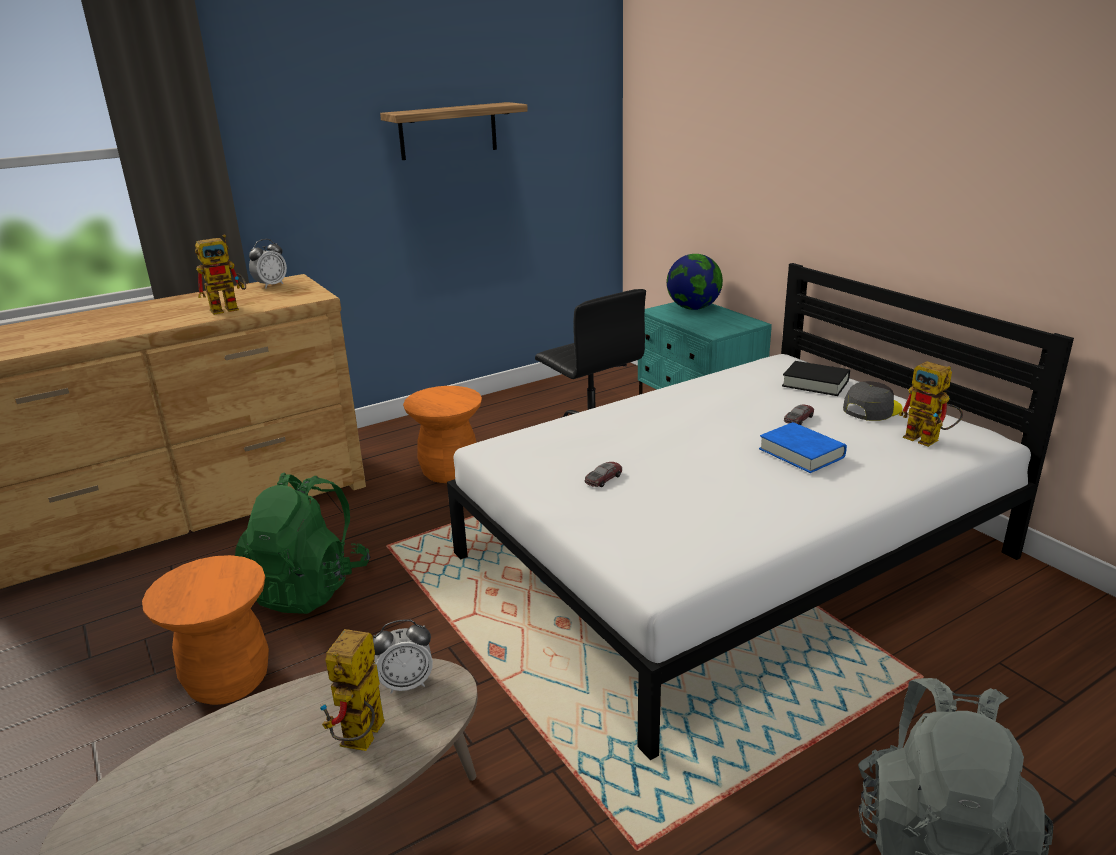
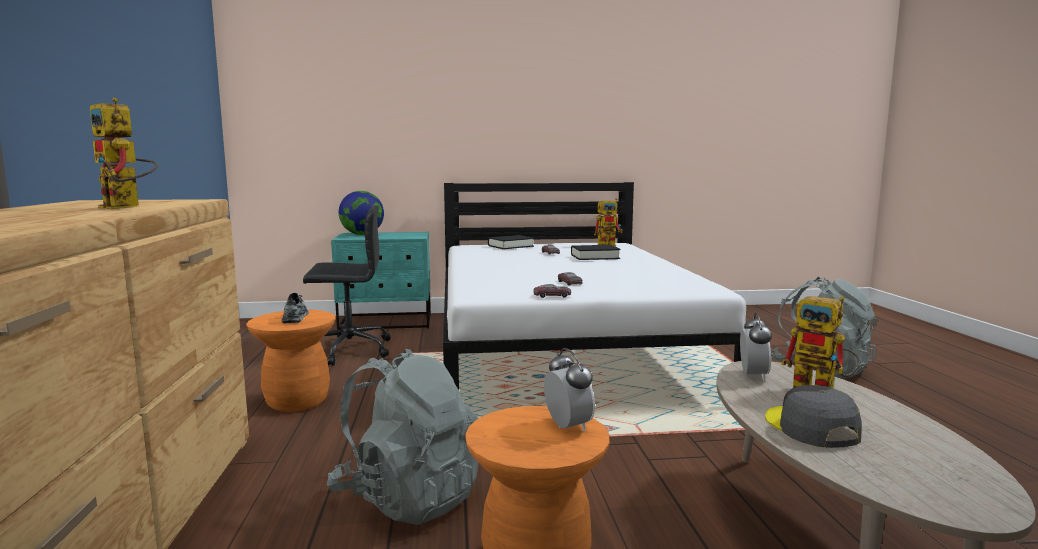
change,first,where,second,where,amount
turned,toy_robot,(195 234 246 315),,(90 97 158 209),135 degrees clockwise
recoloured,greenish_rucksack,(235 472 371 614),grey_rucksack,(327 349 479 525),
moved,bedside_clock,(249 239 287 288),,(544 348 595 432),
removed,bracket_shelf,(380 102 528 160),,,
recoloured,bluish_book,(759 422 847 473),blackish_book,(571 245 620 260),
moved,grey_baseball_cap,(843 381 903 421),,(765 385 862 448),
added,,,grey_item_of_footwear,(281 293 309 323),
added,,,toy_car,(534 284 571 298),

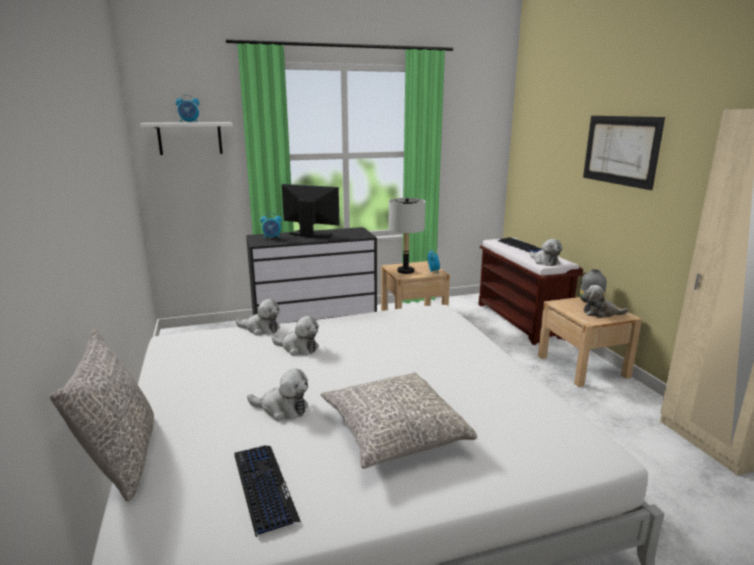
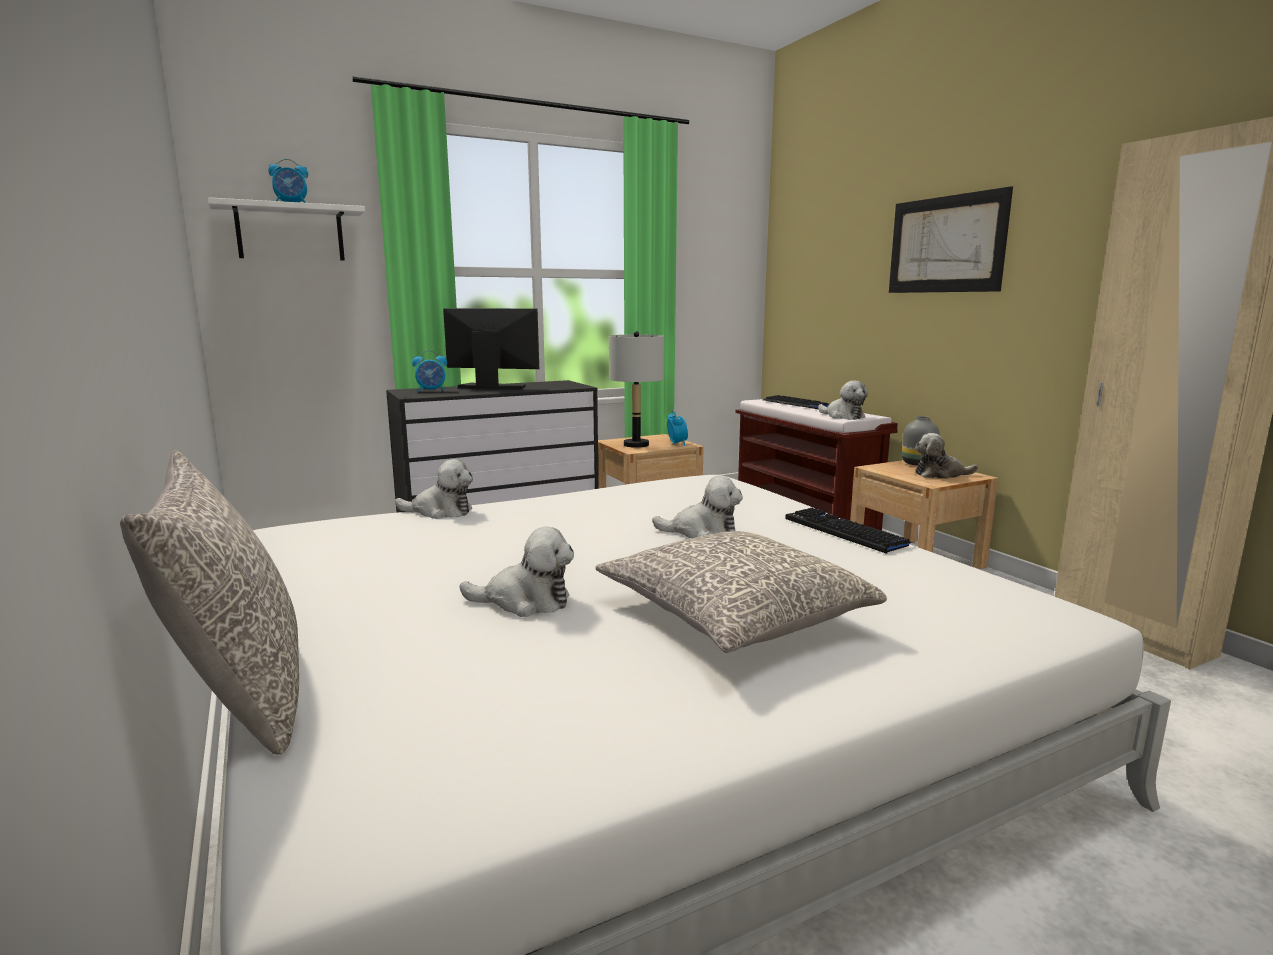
change,first,where,second,where,amount
moved,PC_keyboard,(235 445 301 537),,(785 508 916 554),
moved,plush_toy,(272 316 319 356),,(652 475 743 538),

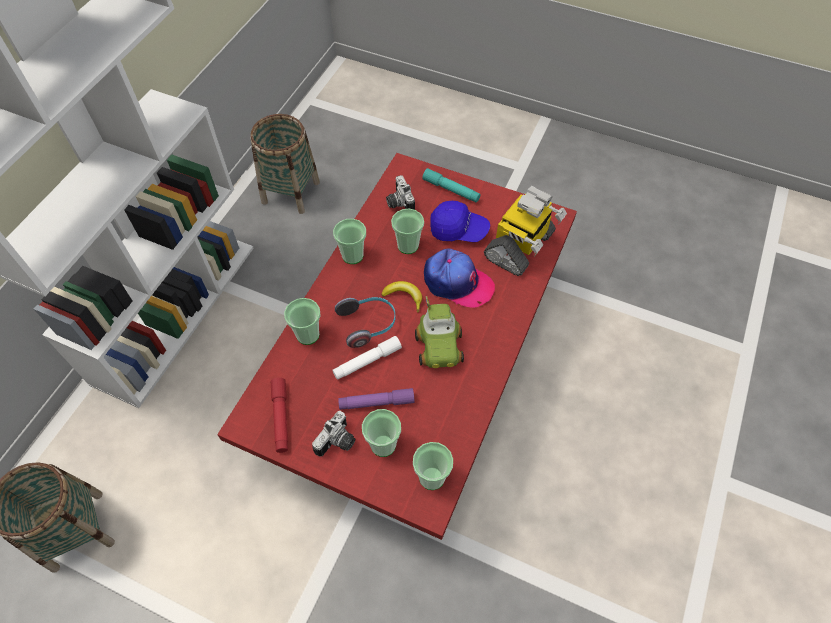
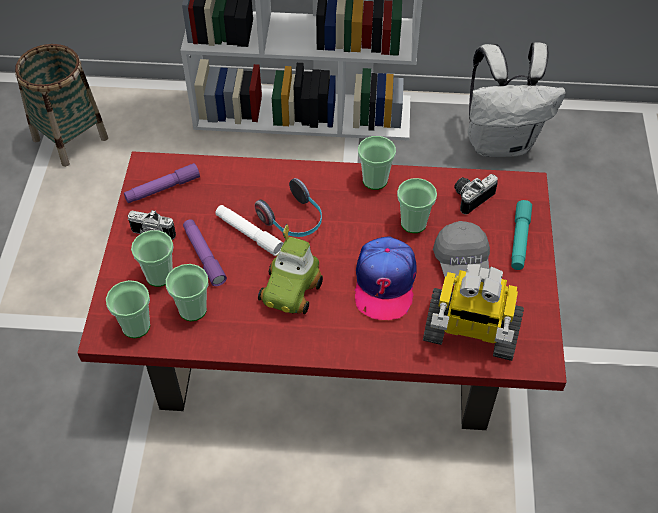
change,first,where,second,where,amount
replaced,basket,(250 114 320 214),white-coloured_rucksack,(467 42 566 157),
recoloured,red-coloured_torch,(271 378 288 453),purple_torch,(124 163 200 203),
moved,drinking_cup,(284 298 321 345),,(166 264 208 321),
removed,whole_banana,(381 281 422 312),,,
turned,toy_car,(415 296 464 368),,(258 224 323 314),45 degrees counterclockwise
recoloured,bluish_baseball_cap,(430 200 490 242),grey_baseball_cap,(433 221 490 285),

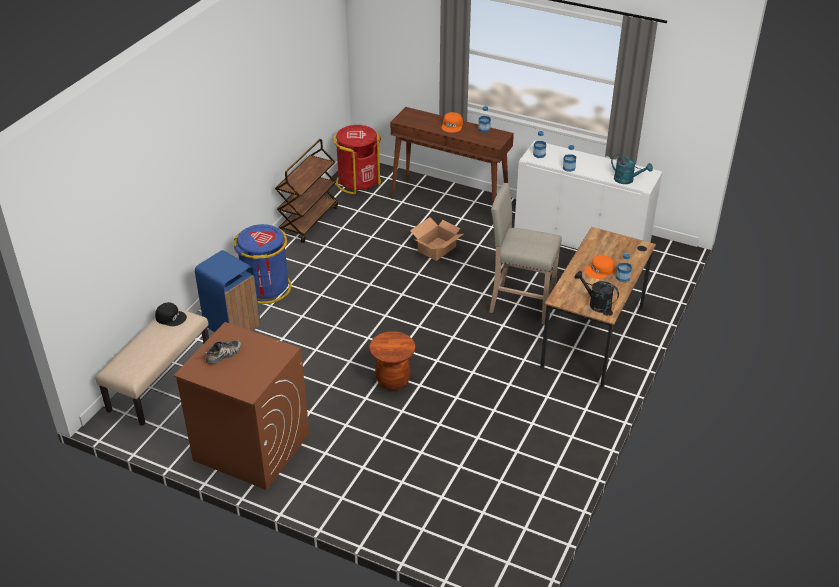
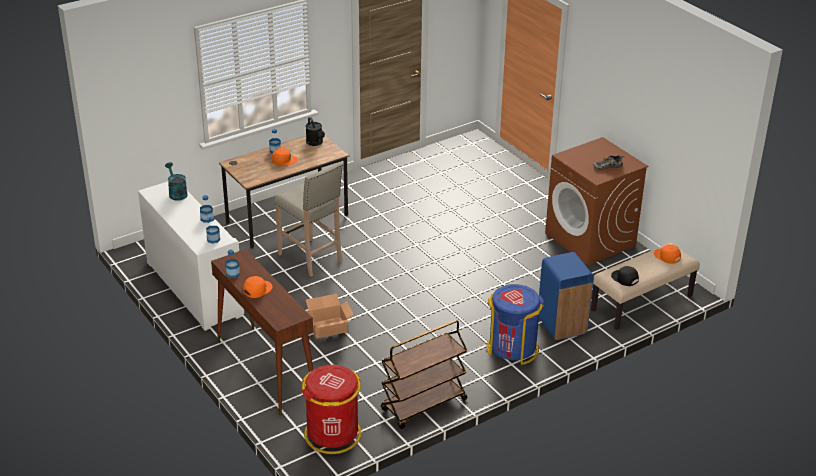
change,first,where,second,where,amount
removed,brownish_sitting_stool,(370 331 415 390),,,
added,,,orangey_baseball_cap,(654 244 681 264),

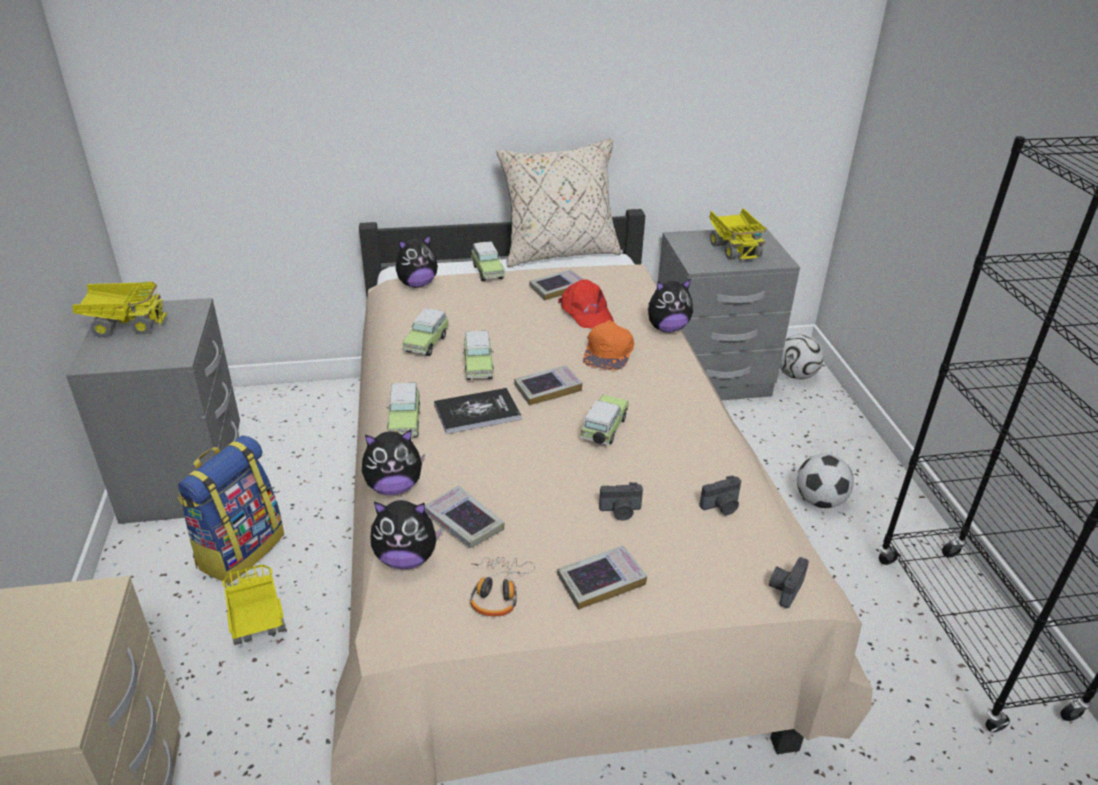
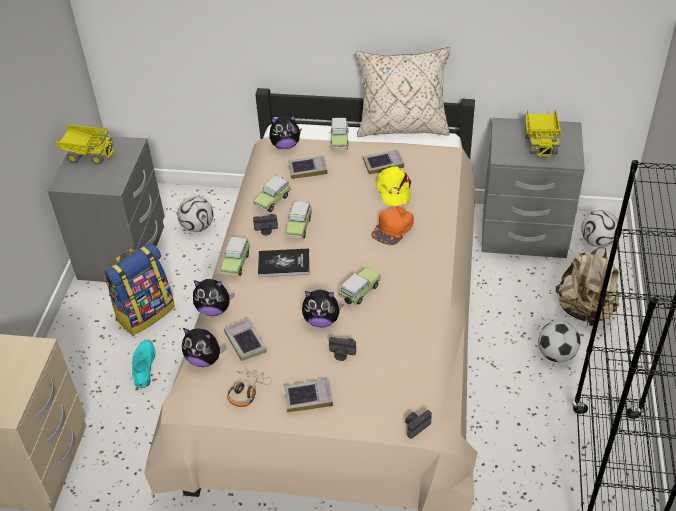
change,first,where,second,where,amount
replaced,model_truck,(222 564 286 645),turquoise_item_of_footwear,(132 340 155 388),
moved,book,(514 365 583 406),,(288 156 328 179),
recoloured,red-coloured_baseball_cap,(558 279 614 328),yellowish_baseball_cap,(376 166 411 206),
moved,plush_toy,(648 278 693 333),,(302 290 343 328),
moved,photo_camera,(699 475 741 515),,(253 214 278 235),
added,,,football_ball,(177 196 213 232),
added,,,beige-coloured_rucksack,(556 247 619 326),

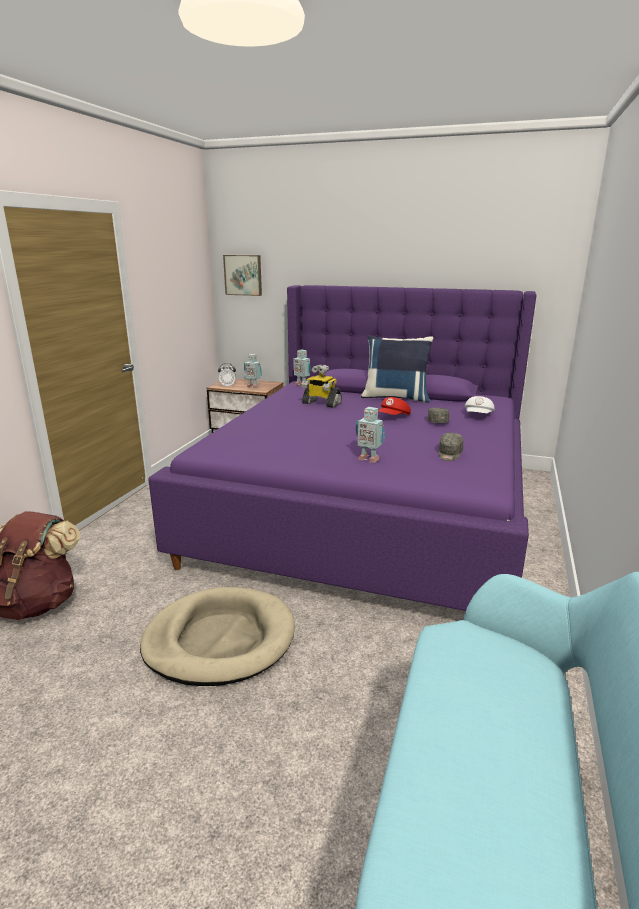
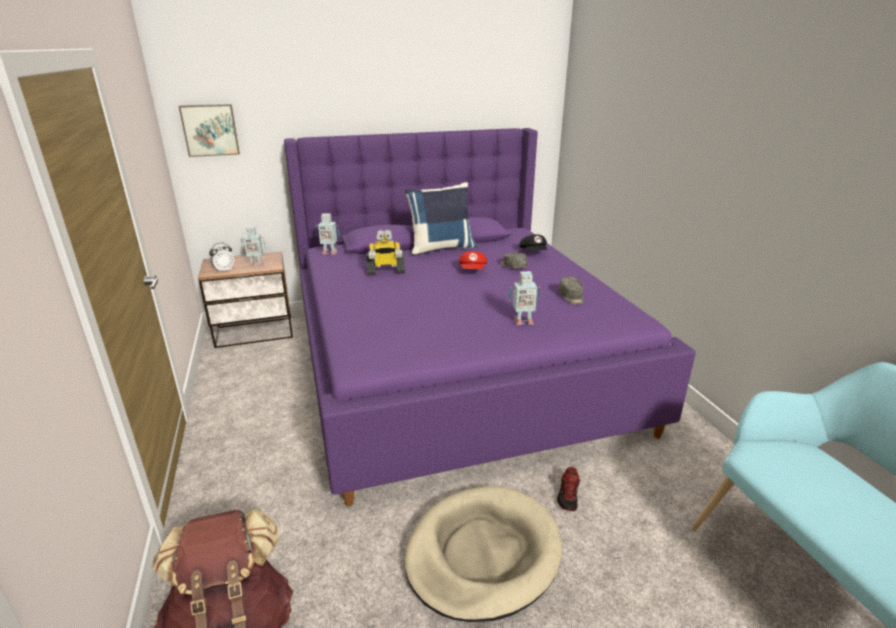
change,first,where,second,where,amount
recoloured,white-coloured_baseball_cap,(465 396 495 414),blackish_baseball_cap,(519 234 547 251),
added,,,item_of_footwear,(557 467 580 511),

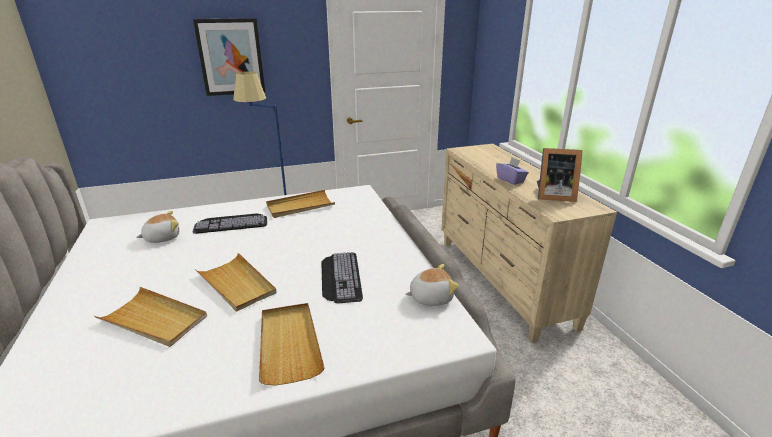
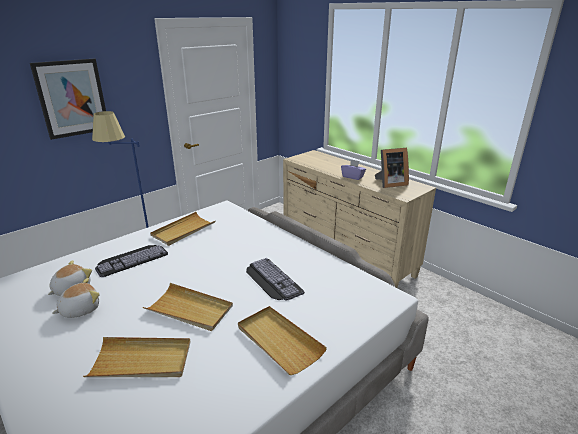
change,first,where,second,where,amount
moved,plush_toy,(405 264 459 306),,(52 278 100 318),

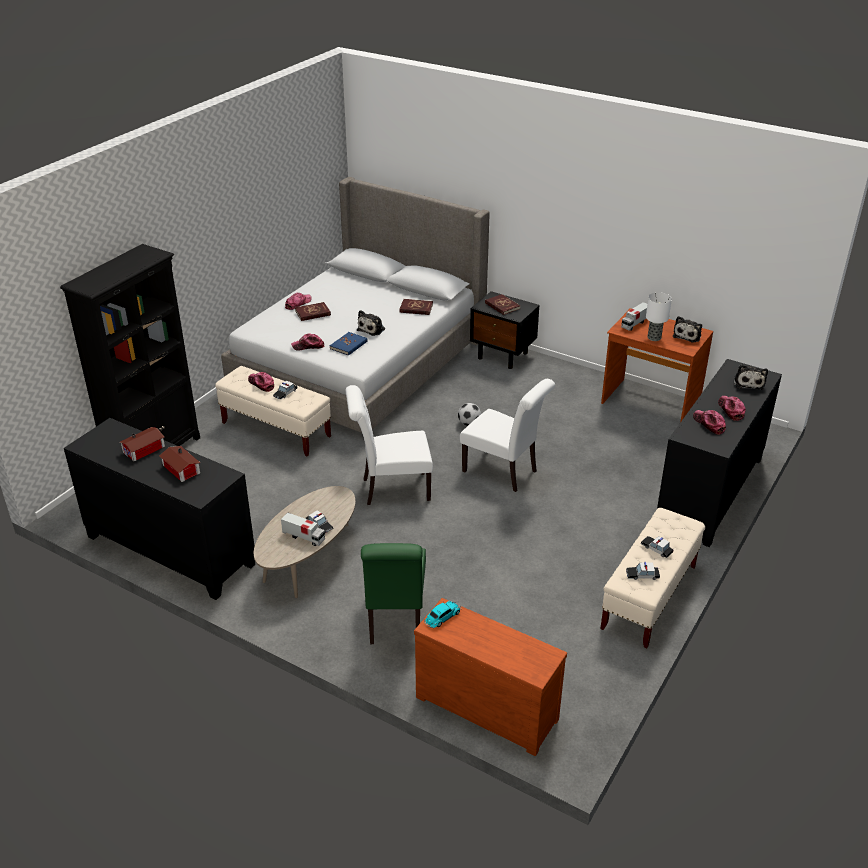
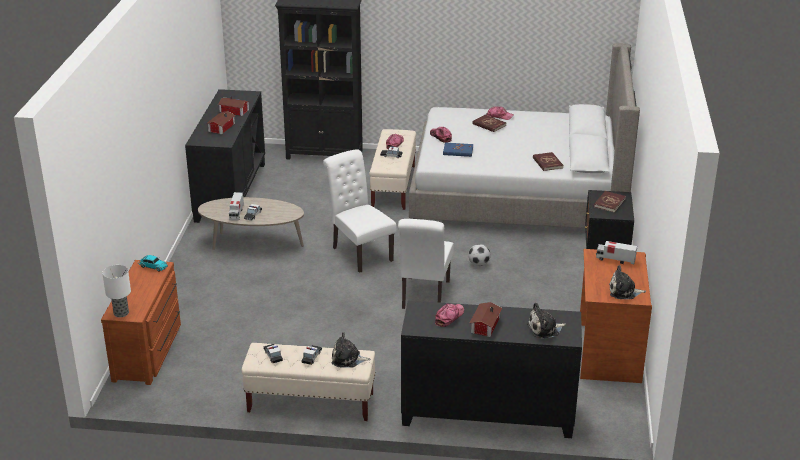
change,first,where,second,where,amount
moved,plush_toy,(357 310 385 336),,(332 332 370 368),
removed,greenish_plain_chair,(361 543 426 644),,,
moved,lamp_for_a_table,(646 292 672 341),,(102 265 131 317),
replaced,baseball_cap,(718 396 746 421),miniature_house,(470 302 502 337),

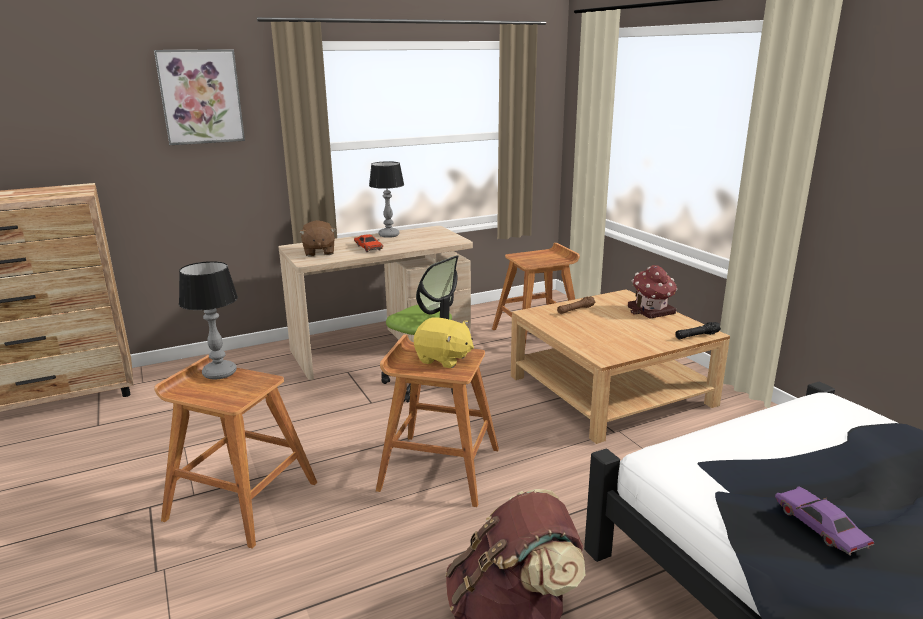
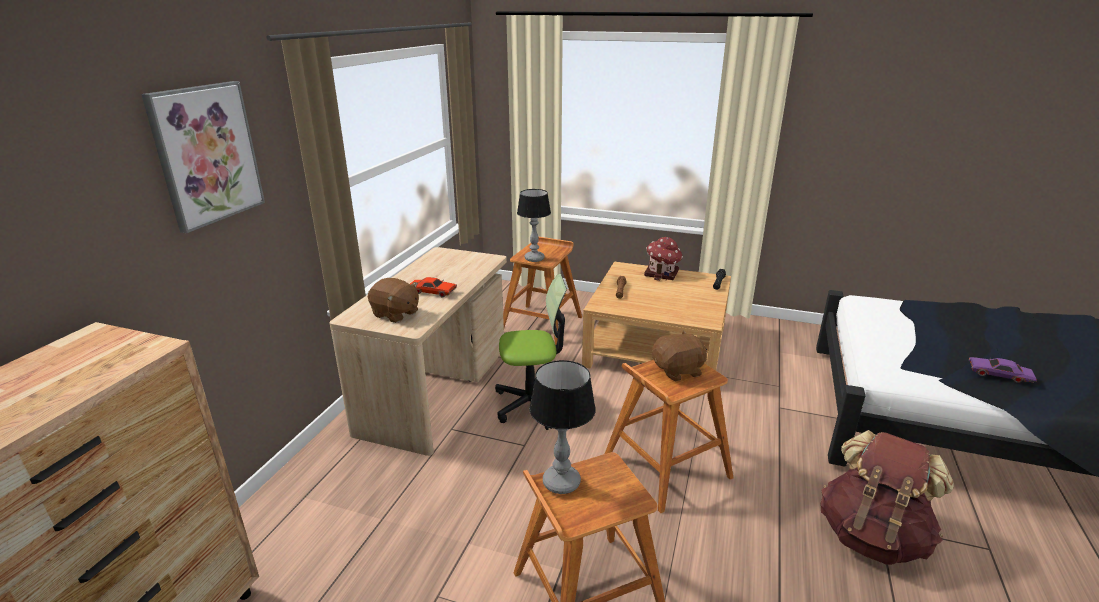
change,first,where,second,where,amount
moved,lamp_for_a_table,(369 161 404 238),,(517 189 551 262),
recoloured,yellowish_plush_toy,(414 317 474 368),brownish_plush_toy,(652 330 707 382),

